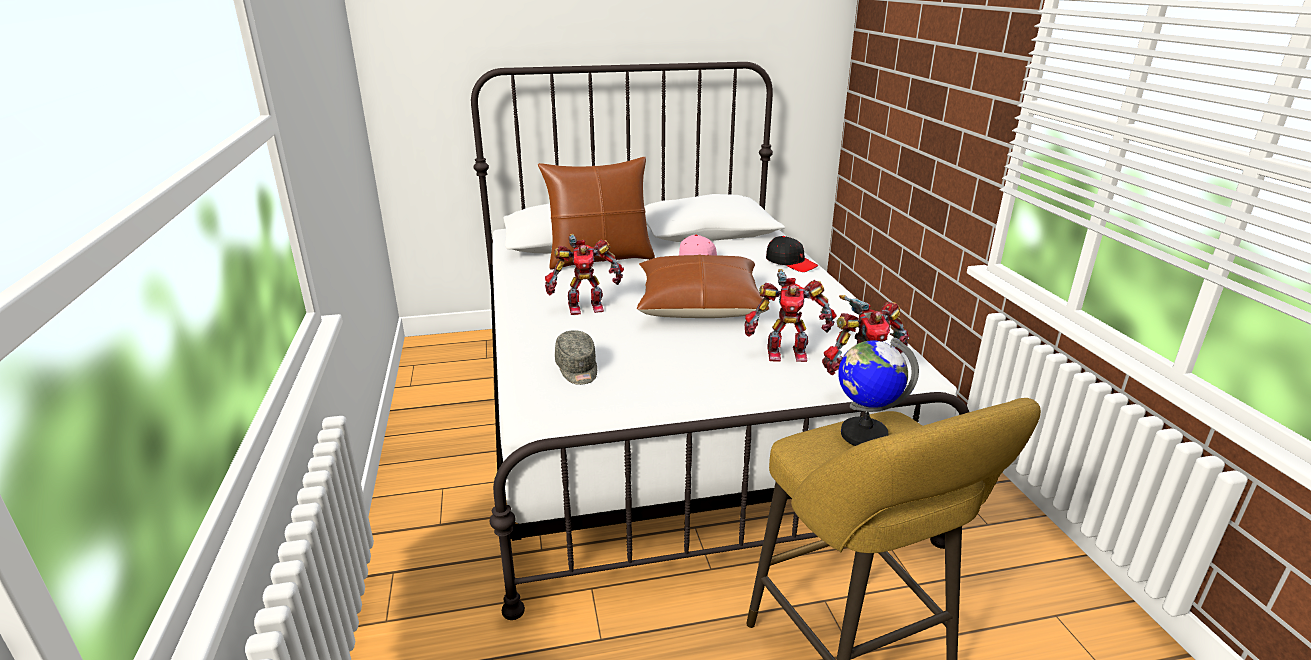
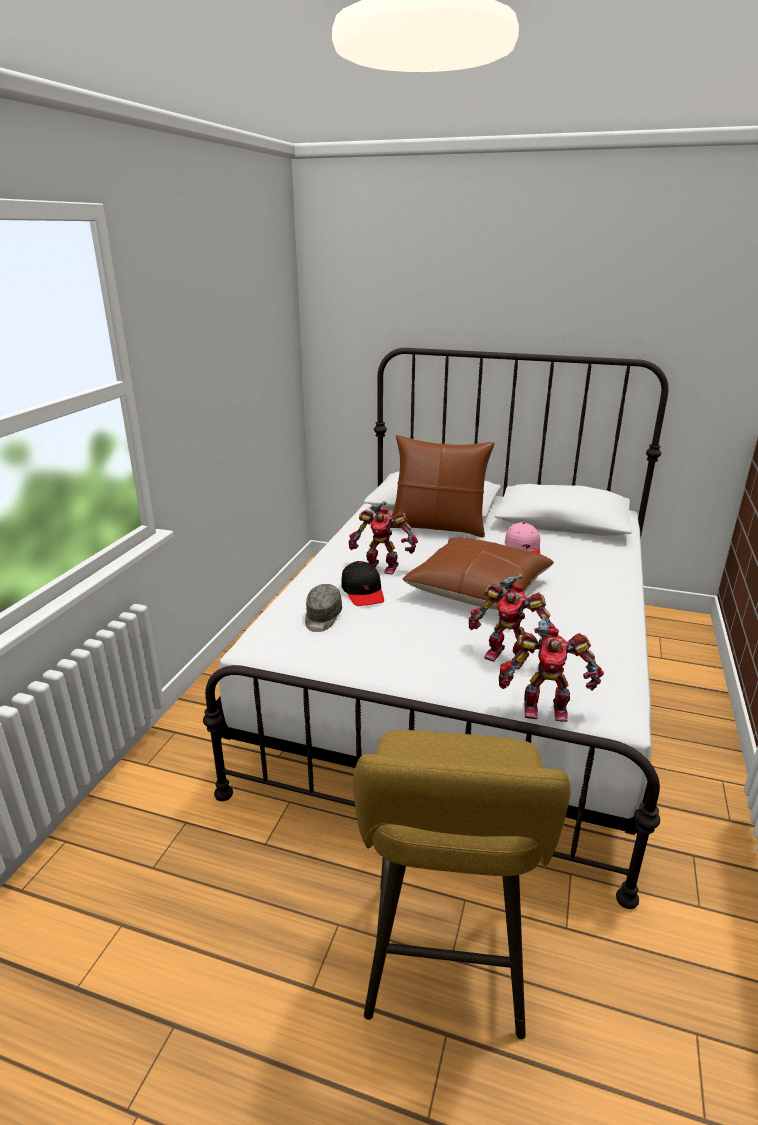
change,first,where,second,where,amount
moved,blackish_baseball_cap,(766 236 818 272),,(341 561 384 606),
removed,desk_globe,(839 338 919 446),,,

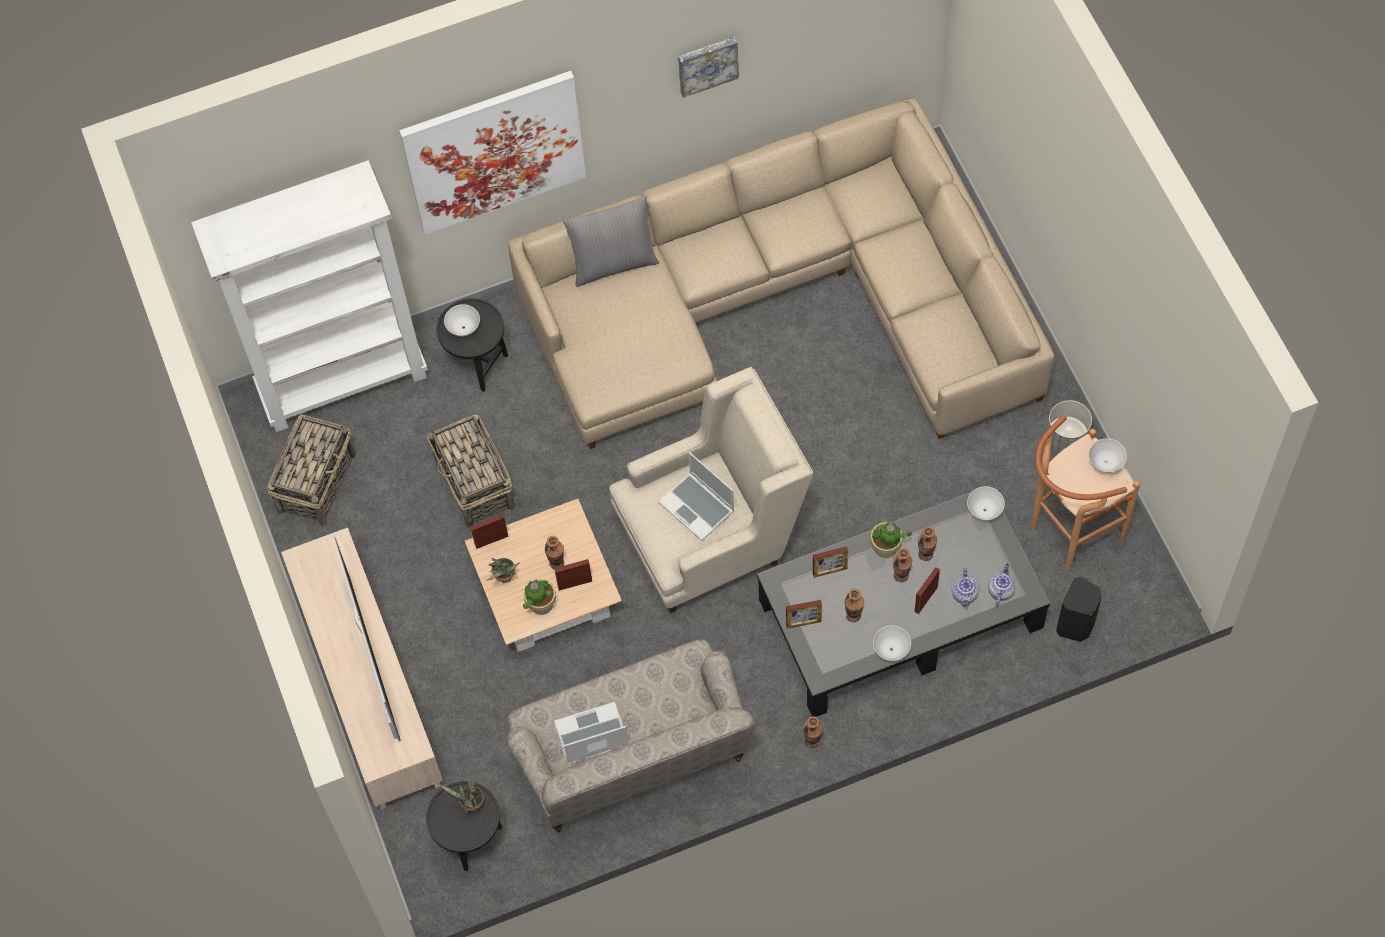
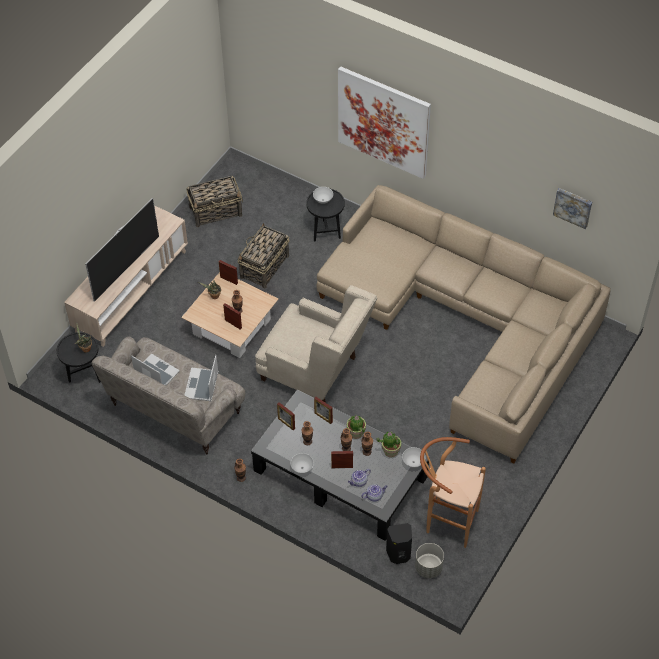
change,first,where,second,where,amount
removed,white-coloured_shelving_unit,(191 160 428 432),,,
moved,houseplant,(523 579 556 615),,(376 432 401 458),
removed,grey_cushion,(563 195 659 287),,,
moved,notebook_computer,(658 452 734 541),,(184 355 218 401),
moved,wall_art,(678 37 739 98),,(553 188 592 229),
moved,grey_plant_pot,(1047 400 1092 452),,(415 543 444 578),
removed,white-coloured_bowl,(1089 438 1127 473),,,

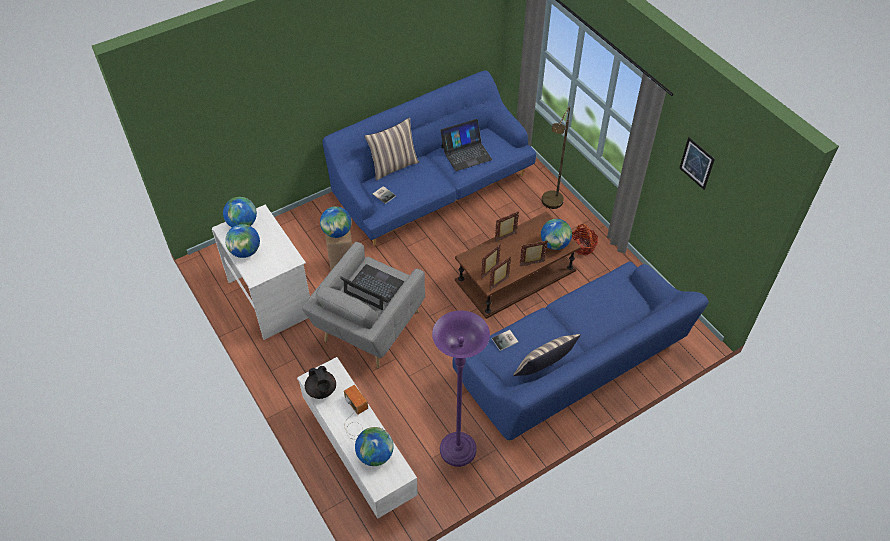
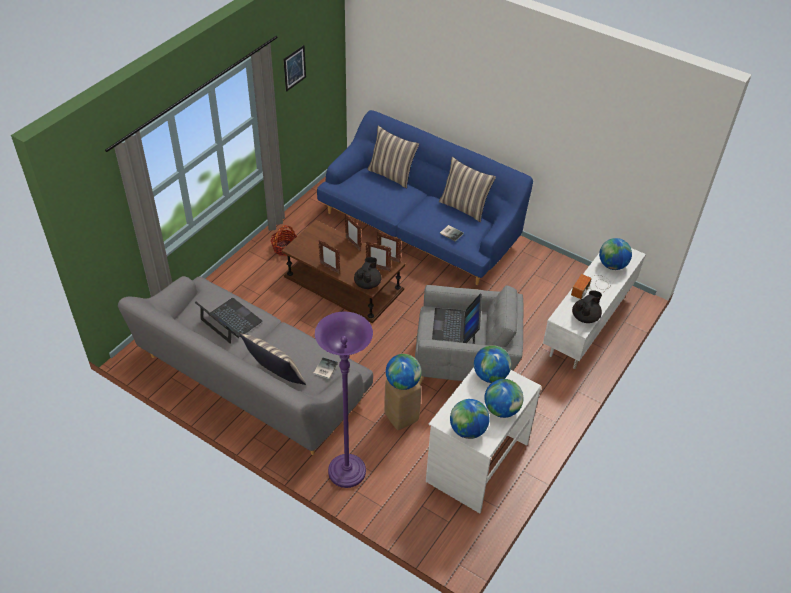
change,first,where,second,where,amount
recoloured,bluish_sofa,(322 70 536 246),grey_sofa,(118 276 373 455),
moved,purple_standing_lamp,(432 310 490 467),,(315 312 373 488),
moved,desk_globe,(541 219 572 250),,(474 345 511 383),
removed,brownish_standing_lamp,(542 106 570 209),,,
added,,,blackish_tea_pot,(354 257 381 289),
added,,,cushion,(367 125 419 189),

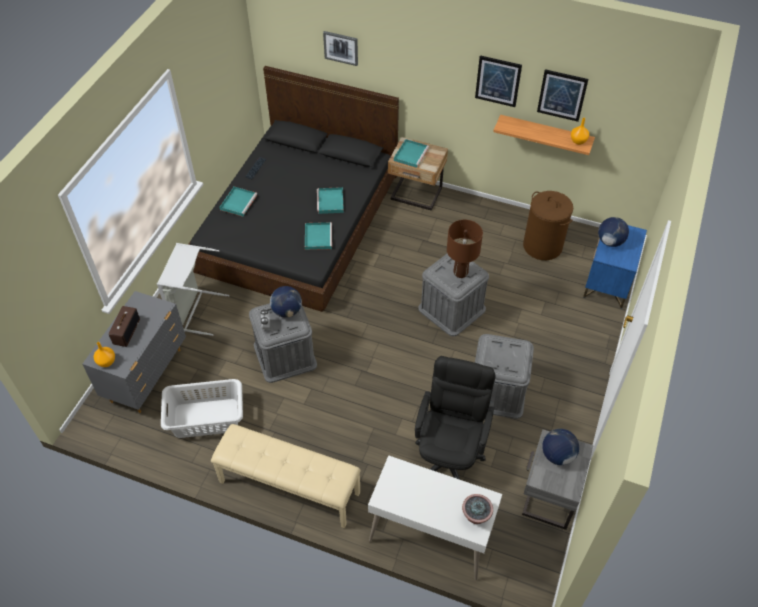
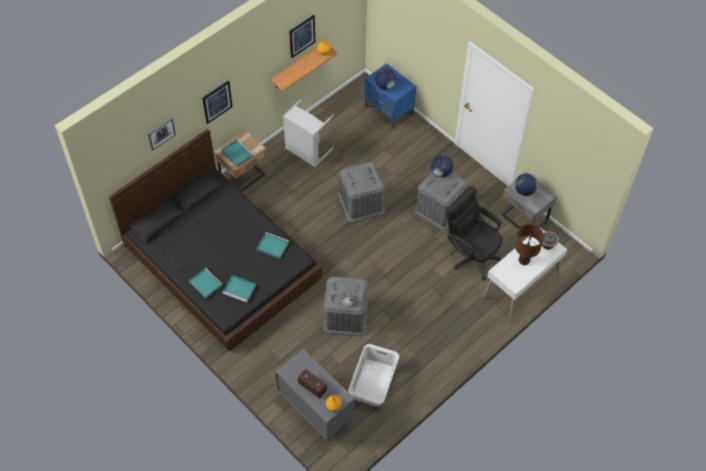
change,first,where,second,where,amount
moved,grey_hamper,(157 243 230 336),,(283 97 334 167),
removed,beige-coloured_indoor_bench,(211 424 361 528),,,
moved,desk_globe,(270 286 302 318),,(431 155 453 177),
moved,turquoise_tray,(317 187 344 214),,(222 275 256 303),
moved,brownish_lamp_for_a_table,(447 220 483 278),,(515 224 544 265),
moved,wall_art,(475 55 522 107),,(202 81 233 124),
removed,brownish_hamper,(523 191 573 260),,,

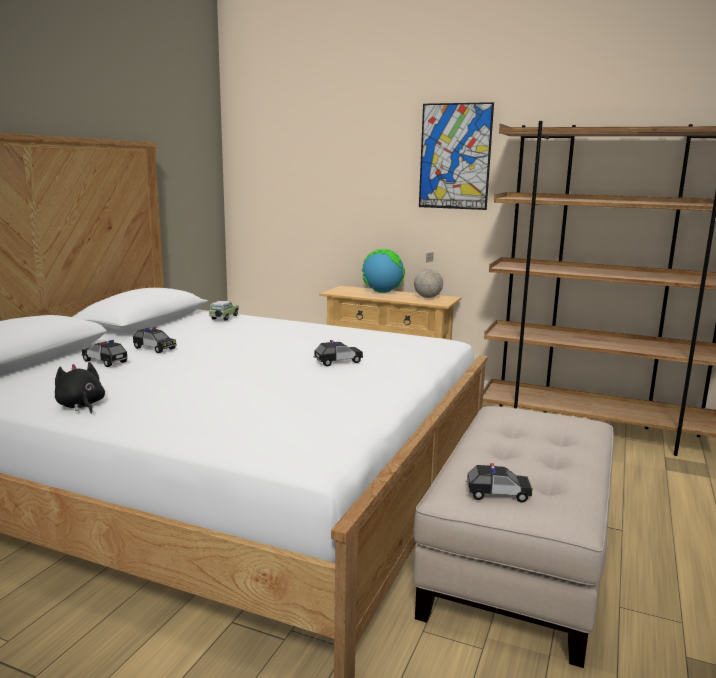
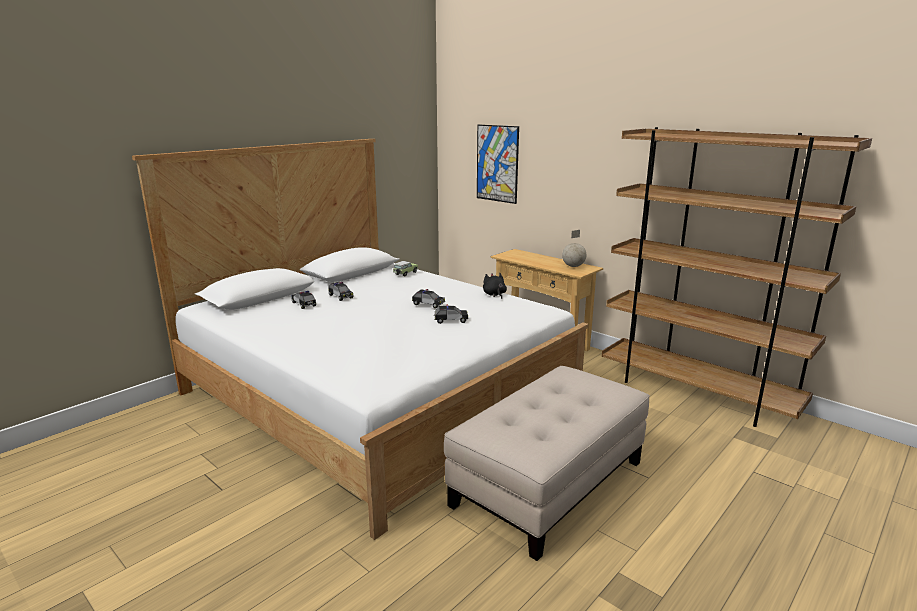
change,first,where,second,where,amount
moved,blackish_plush_toy,(55 362 105 414),,(483 273 507 299),
removed,desk_globe,(362 249 405 293),,,
moved,wall_art,(419 102 494 210),,(477 124 519 204),
moved,toy_car,(466 463 533 503),,(412 289 445 308),

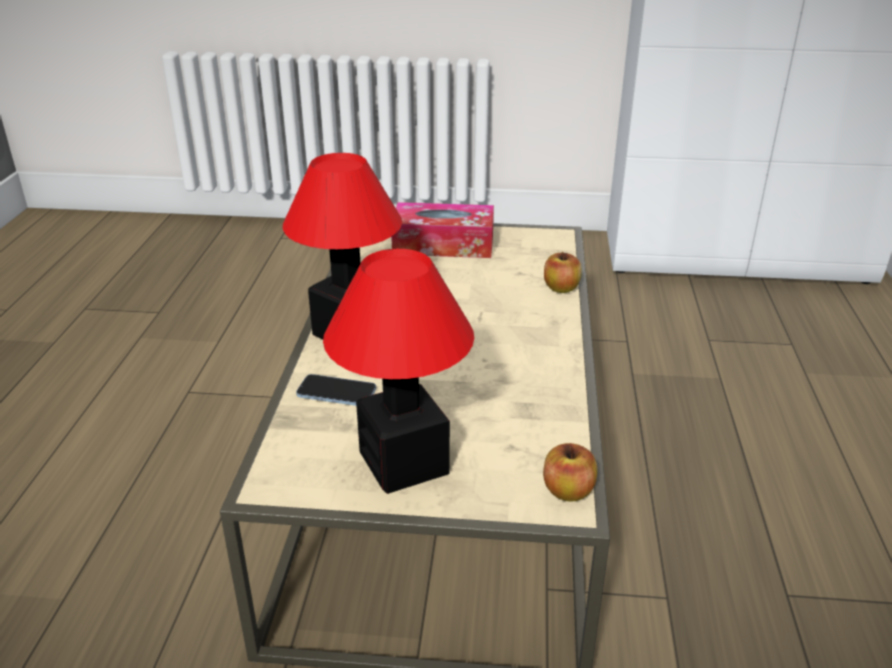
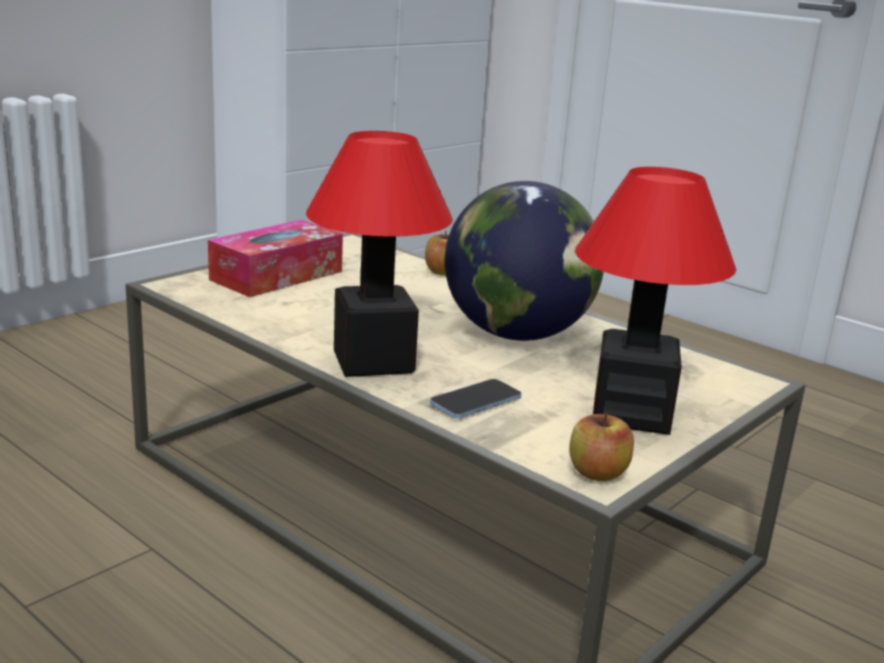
change,first,where,second,where,amount
moved,apple_fruit,(543 443 598 502),,(569 413 634 481),
added,,,desk_globe,(445 181 604 341),

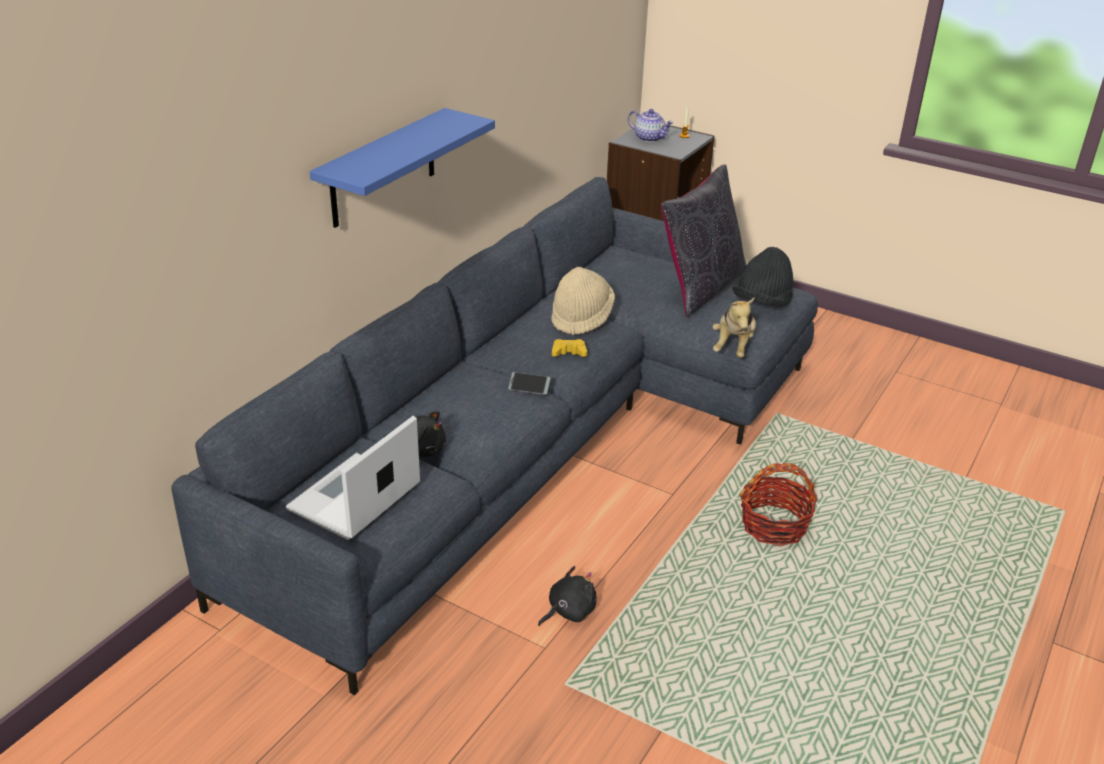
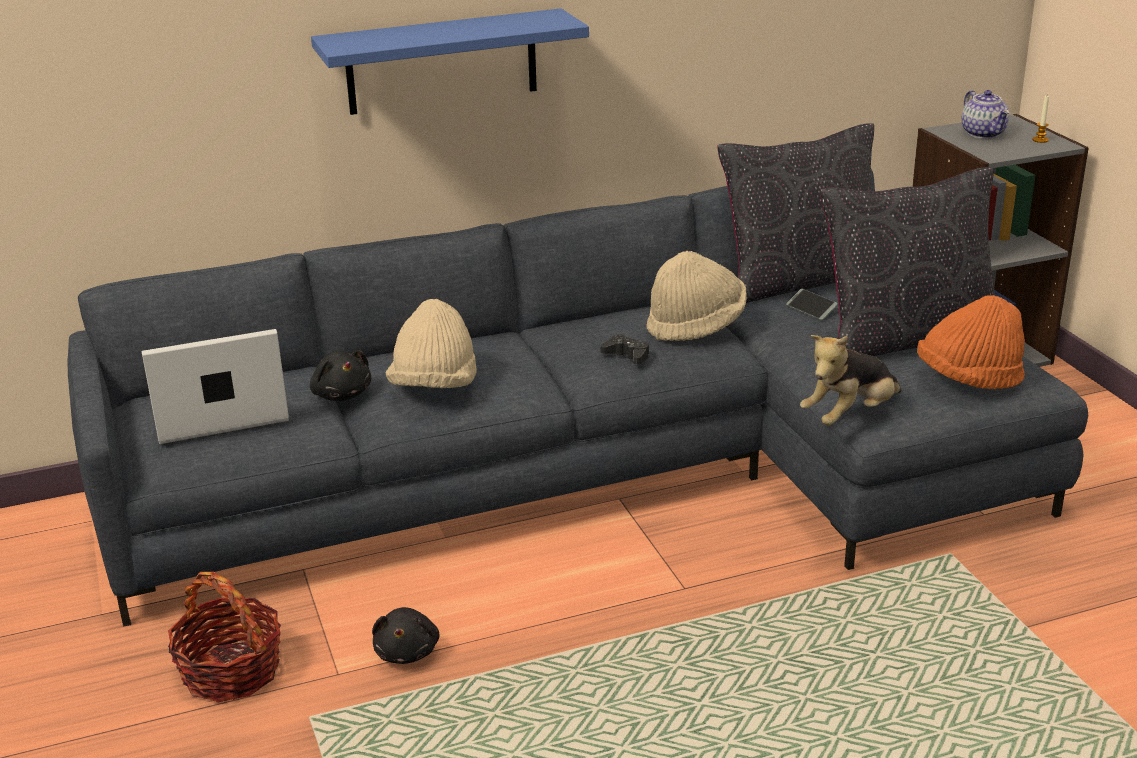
change,first,where,second,where,amount
moved,phone,(508 372 551 395),,(786 289 838 320),
turned,blackish_plush_toy,(538 566 597 626),,(372 607 439 664),90 degrees clockwise
recoloured,yellowish_game_controller,(552 339 587 357),blackish_game_controller,(600 334 649 364),
recoloured,blackish_clothing_hat,(732 247 793 307),orangey_clothing_hat,(917 295 1025 389),
moved,basket,(740 463 818 546),,(168 572 281 702),
added,,,beige-coloured_clothing_hat,(386 299 477 388),
added,,,blackish_cushion,(718 123 874 303),

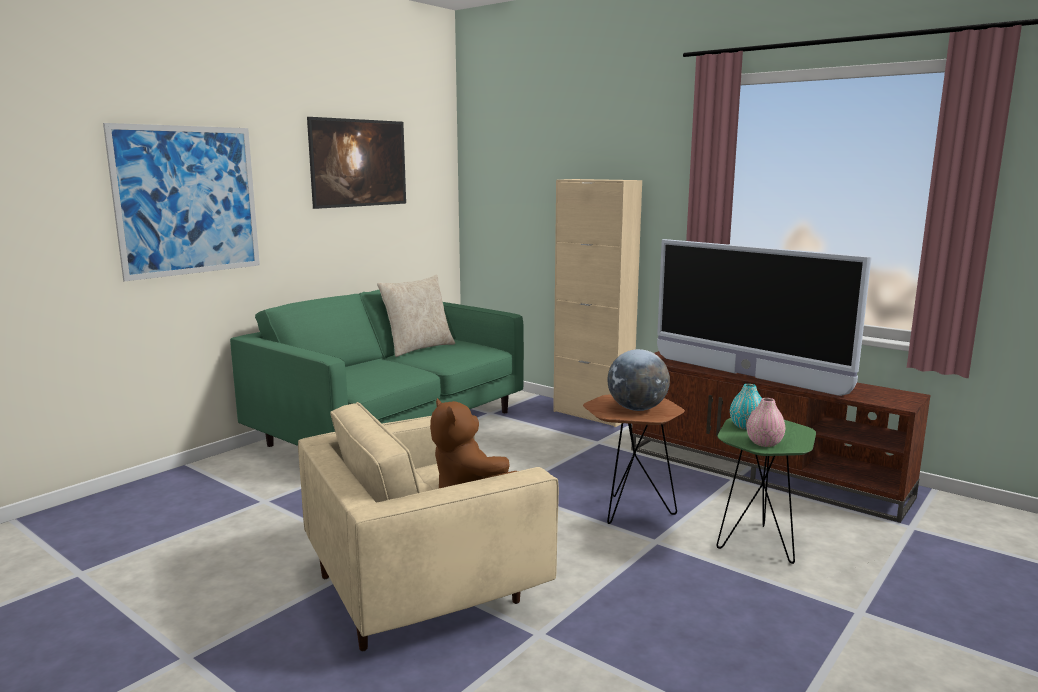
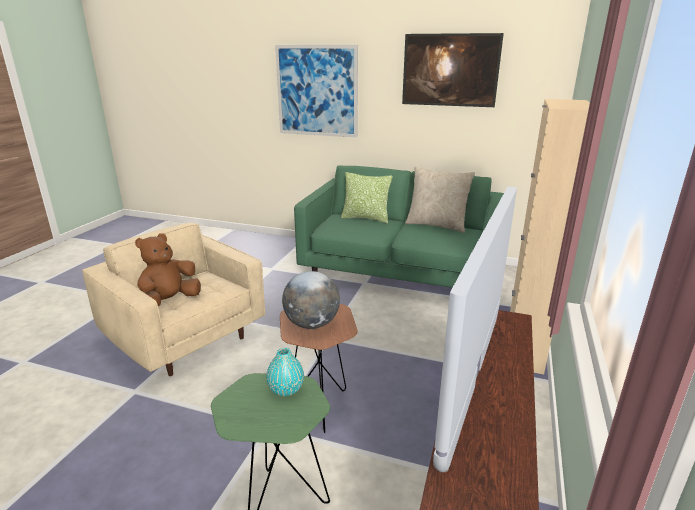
change,first,where,second,where,amount
removed,pink-coloured_vase,(747 398 785 447),,,
added,,,cushion,(341 172 392 223),

